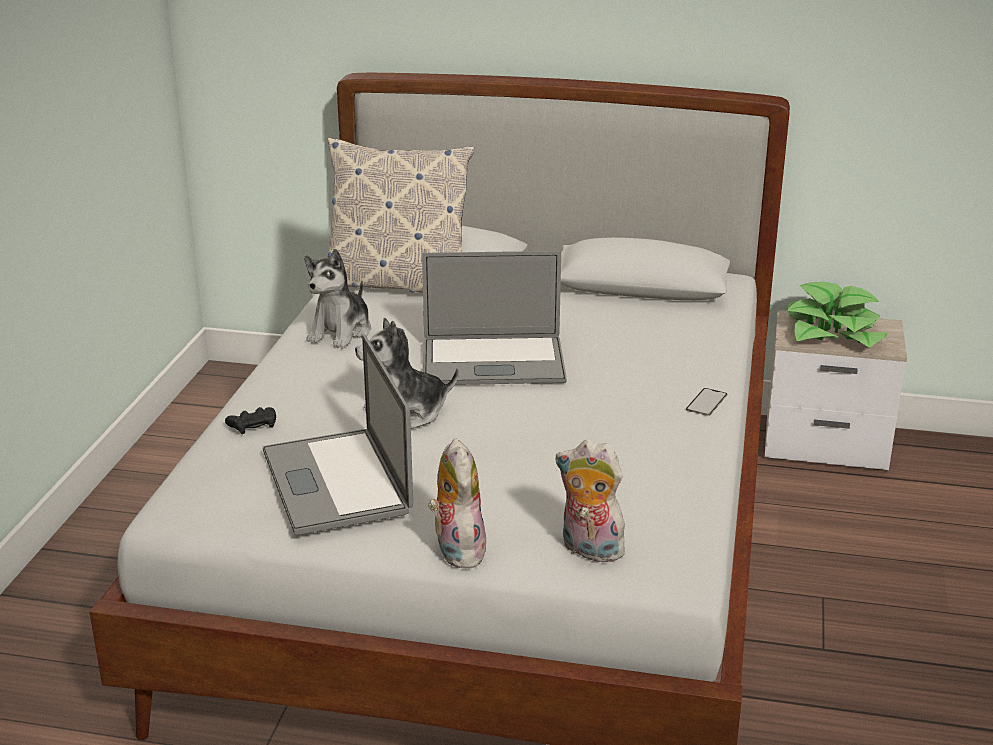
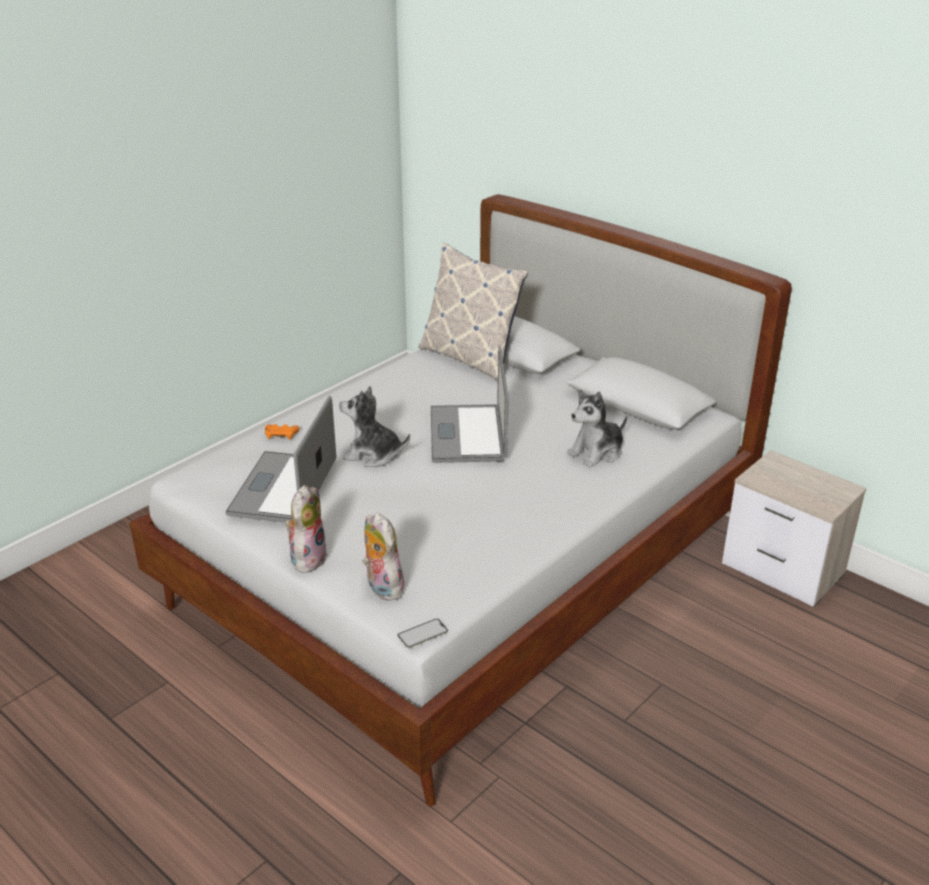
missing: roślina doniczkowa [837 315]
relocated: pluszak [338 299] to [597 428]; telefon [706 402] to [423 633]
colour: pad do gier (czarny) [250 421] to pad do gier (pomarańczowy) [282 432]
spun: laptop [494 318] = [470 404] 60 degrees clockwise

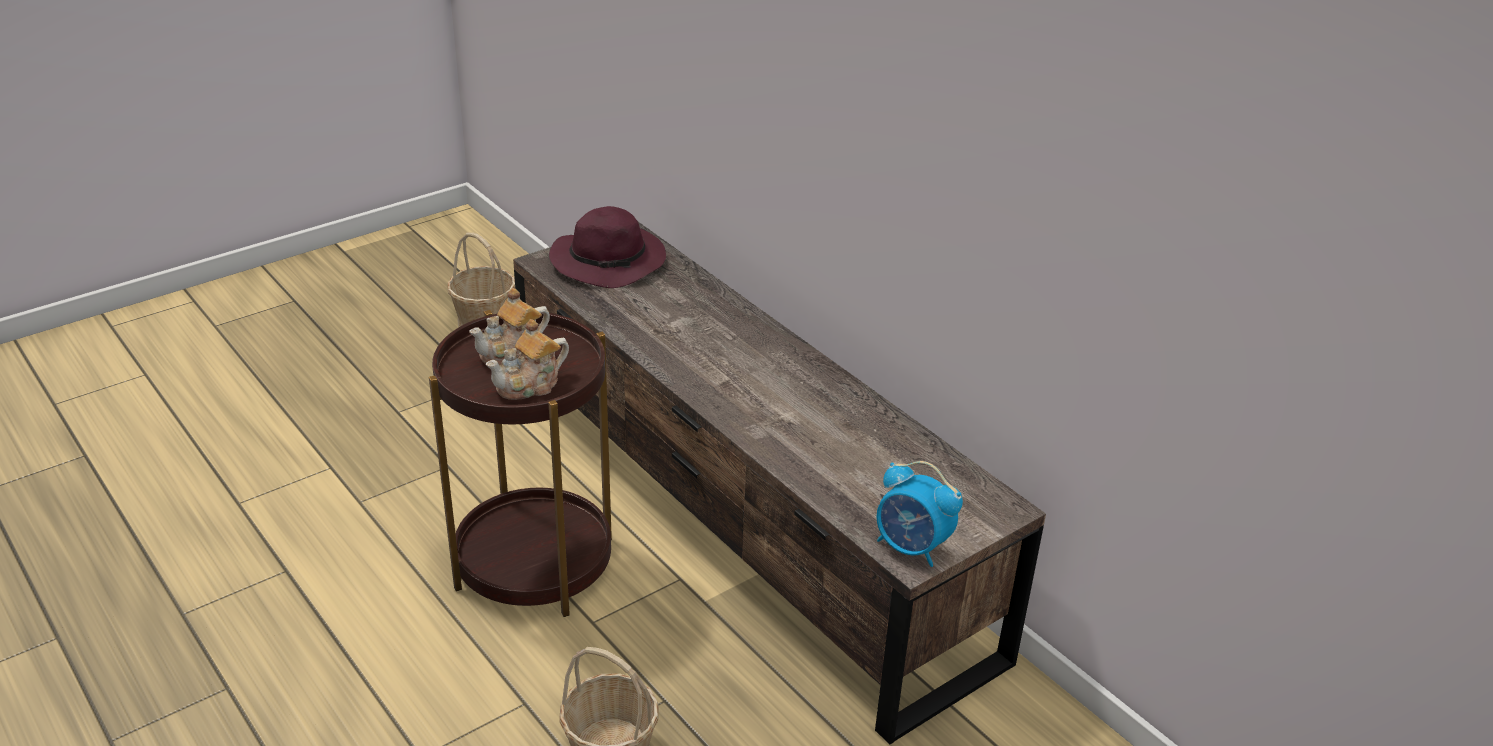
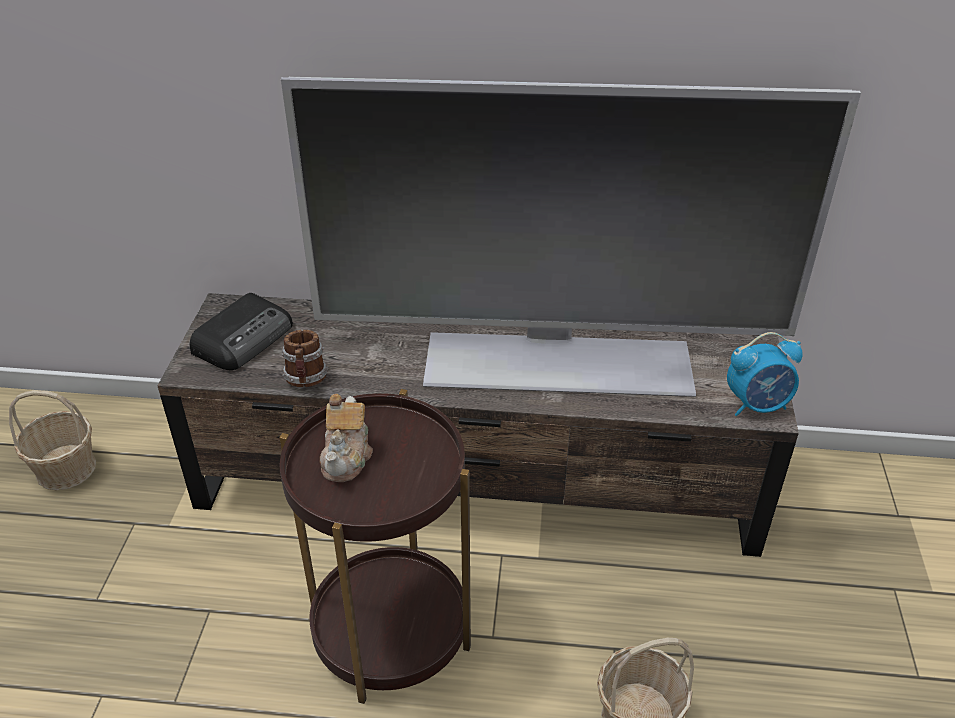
missing: imbryk [527 359]
appeared: telewizor [571 237]; kubek [305 358]
exchanged: kapelusz (fioletowy) [607 247] to radio [241 331]

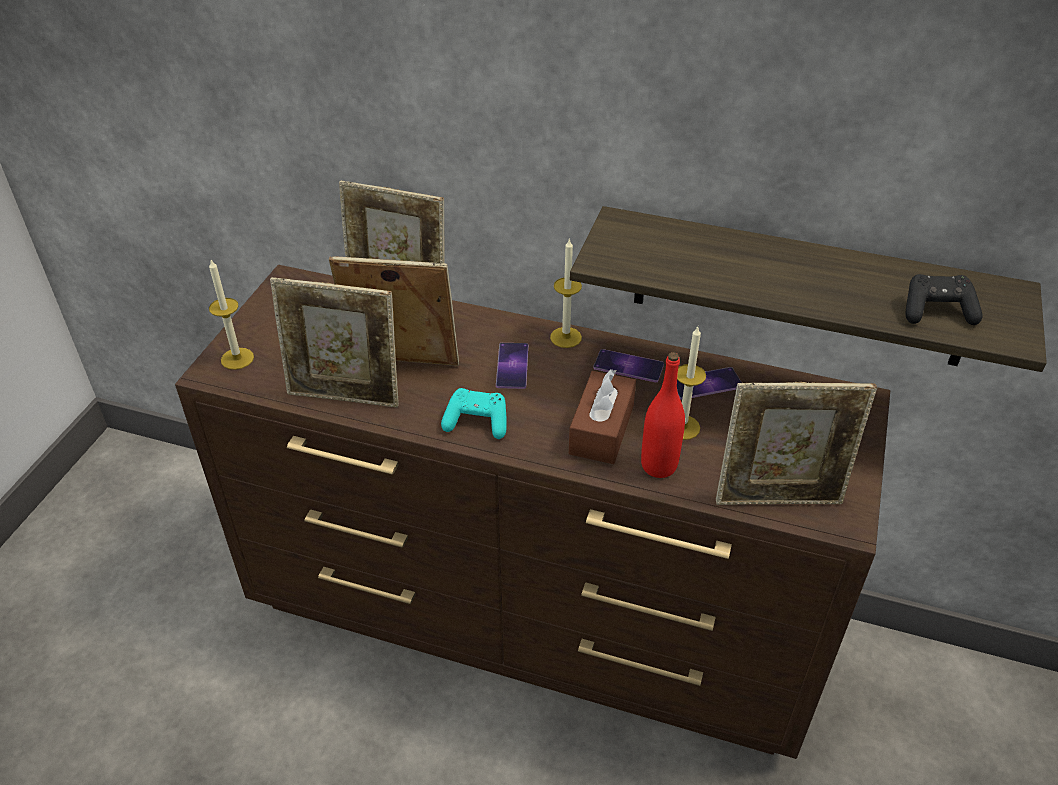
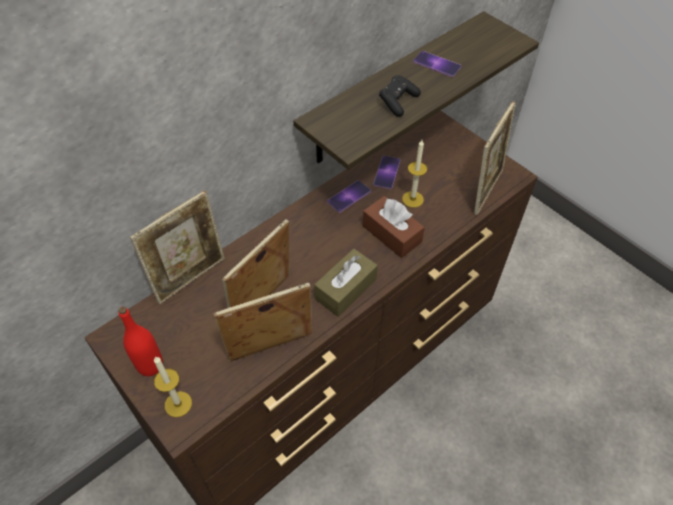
missing: świeca [566 293]
relocated: telefon [512 366] to [437 64]; butelka (czerwony) [663 415] to [140 341]; pad do gier (czarny) [944 299] to [400 96]
exchanged: pad do gier (turkusowy) [474 413] to pudełko chusteczek (brązowy) [346 283]
spun: ramka na zdjęcie [334 342] = [262 322] 150 degrees counterclockwise

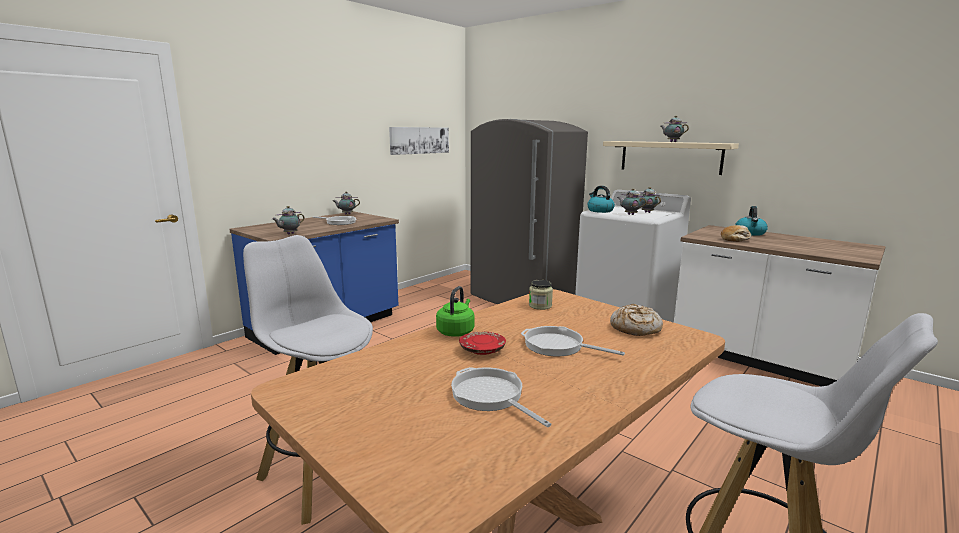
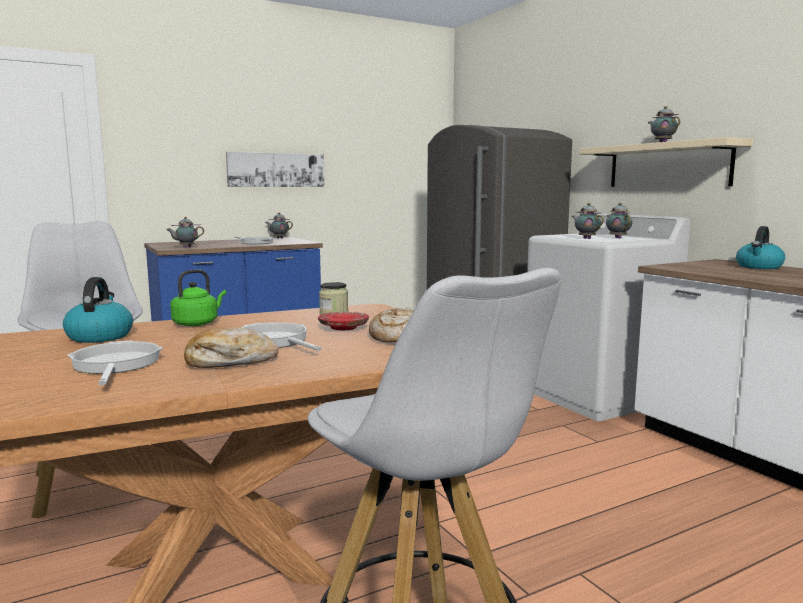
relocated: obraz [419 141] to [275 169]; talerz (czerwony) [482 343] to [343 321]; czajnik [601 199] to [98 310]; chleb [736 233] to [231 347]

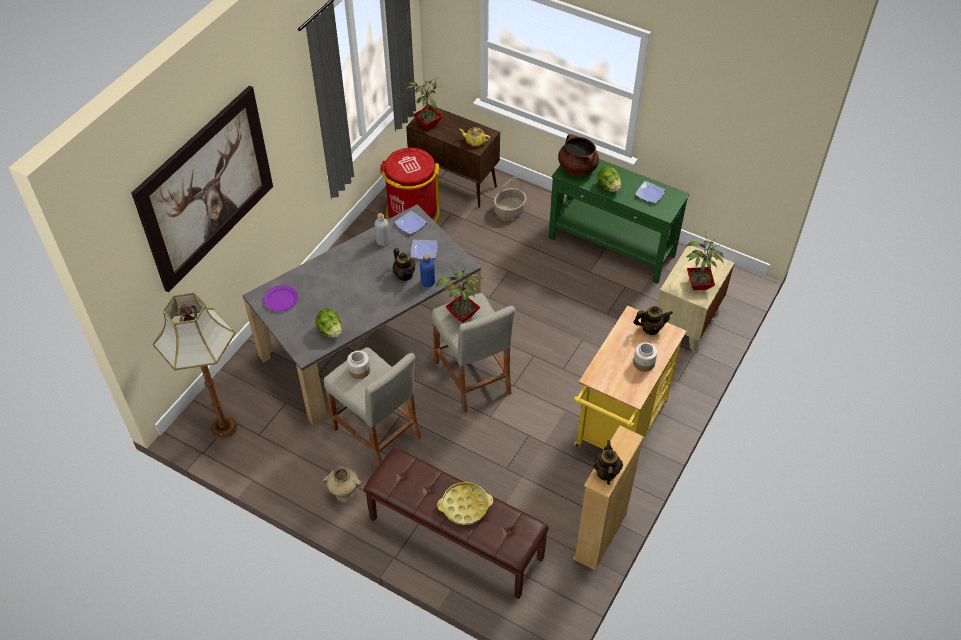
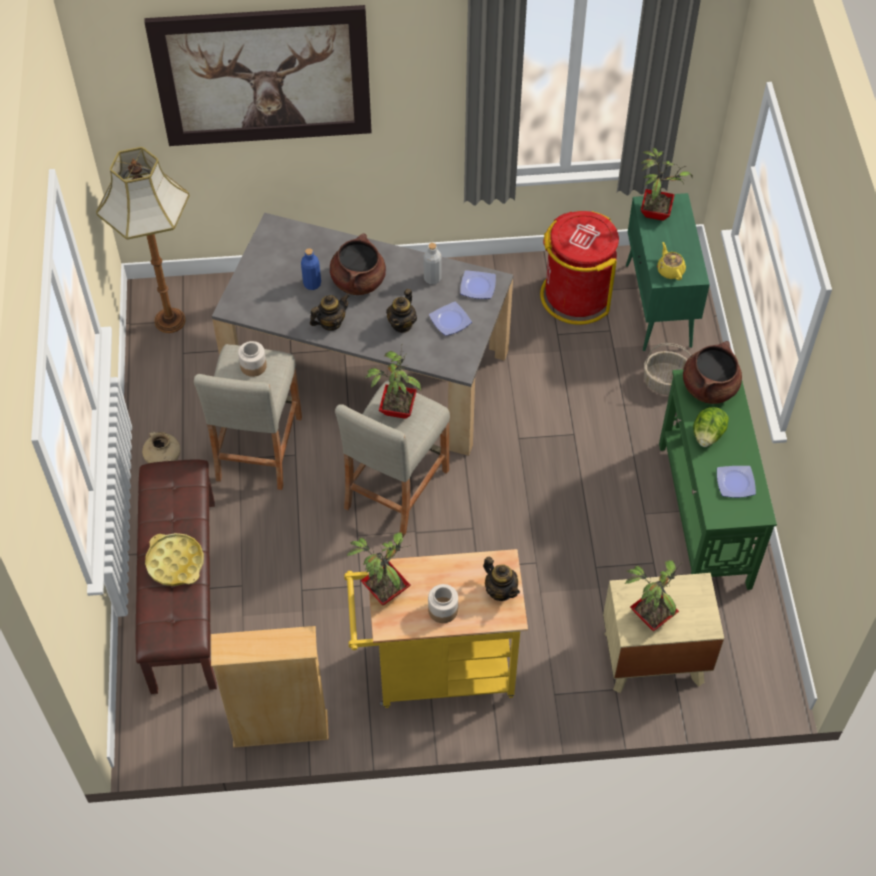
missing: talerz (fioletowy) [281 298]; sałata [328 323]
appeared: garnek (brązowy) [358 264]; roślina doniczkowa [379 569]
relocated: butelka (niebieski) [427 270] to [311 269]; imbryk [608 462] to [330 312]
colour: szafka (brązowy) [453 156] to szafka (zielony) [668 272]

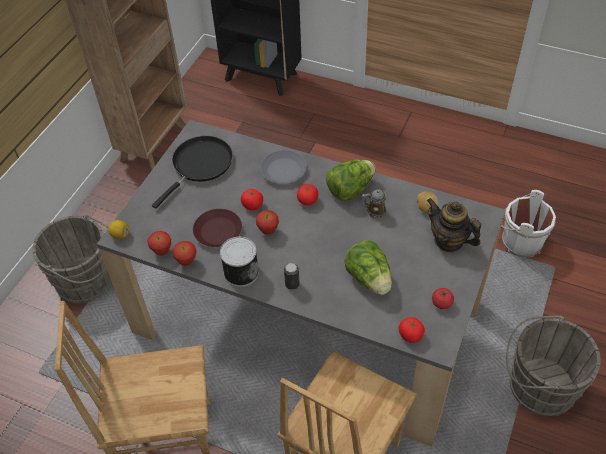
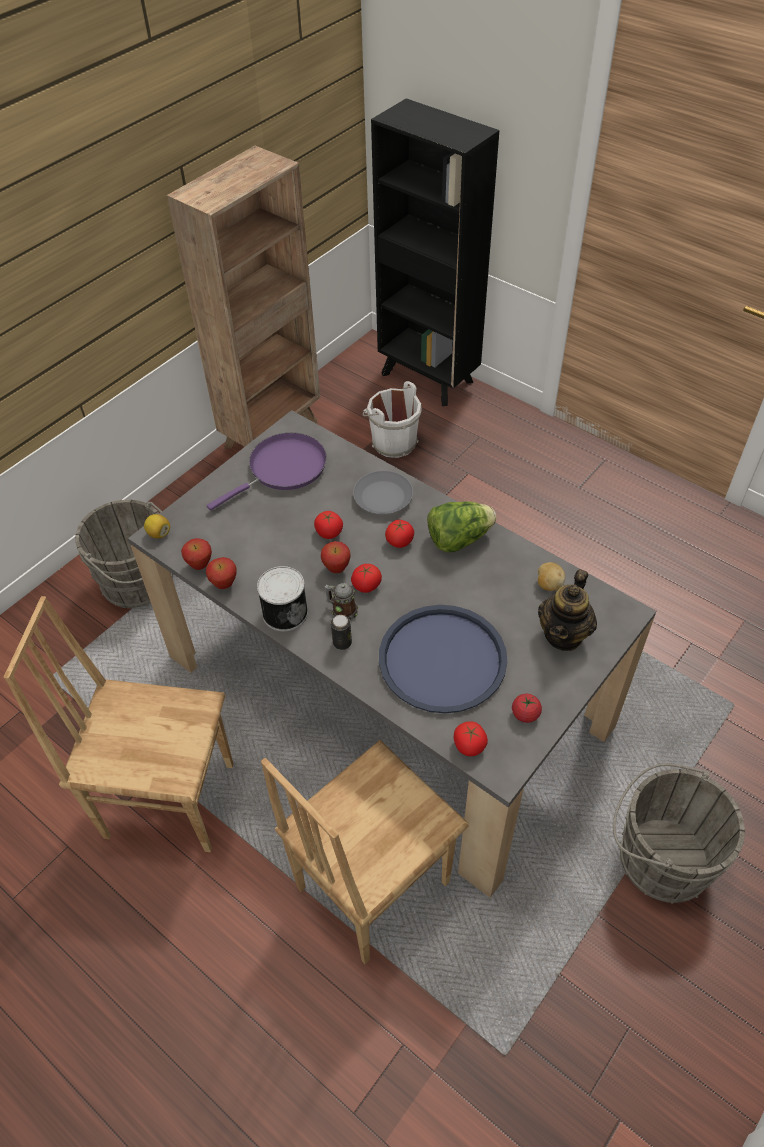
missing: talerz (brązowy) [217 228]
appeared: pomidor [366 578]
relocated: kubek [374 204] to [342 602]; wiadro (biały) [528 224] to [392 419]
exchanged: sałata [368 267] to taca (niebieski) [443 659]
colour: patelnia (czarny) [192 172] to patelnia (fioletowy) [267 472]
spun: imbryk [454 225] = [567 610] 120 degrees counterclockwise

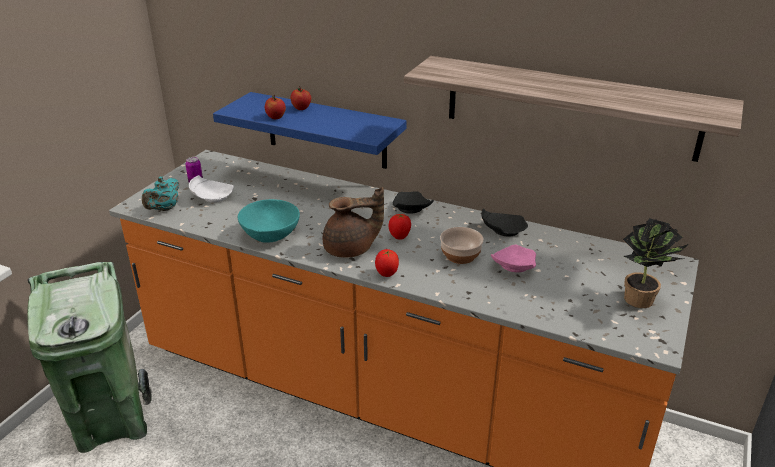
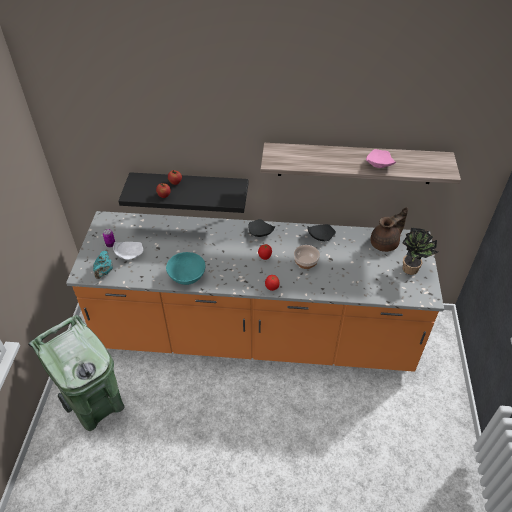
relocated: imbryk (brązowy) [353 222] to [389 229]; talerz (różowy) [513 258] to [381 158]
colour: półka (niebieski) [310 130] to półka (czarny) [183 192]

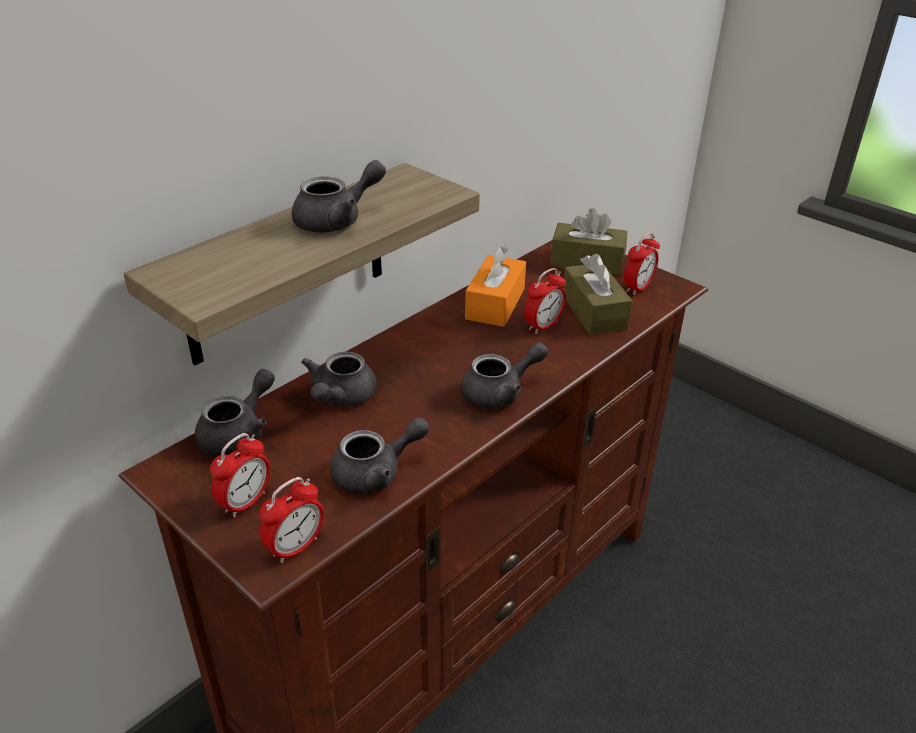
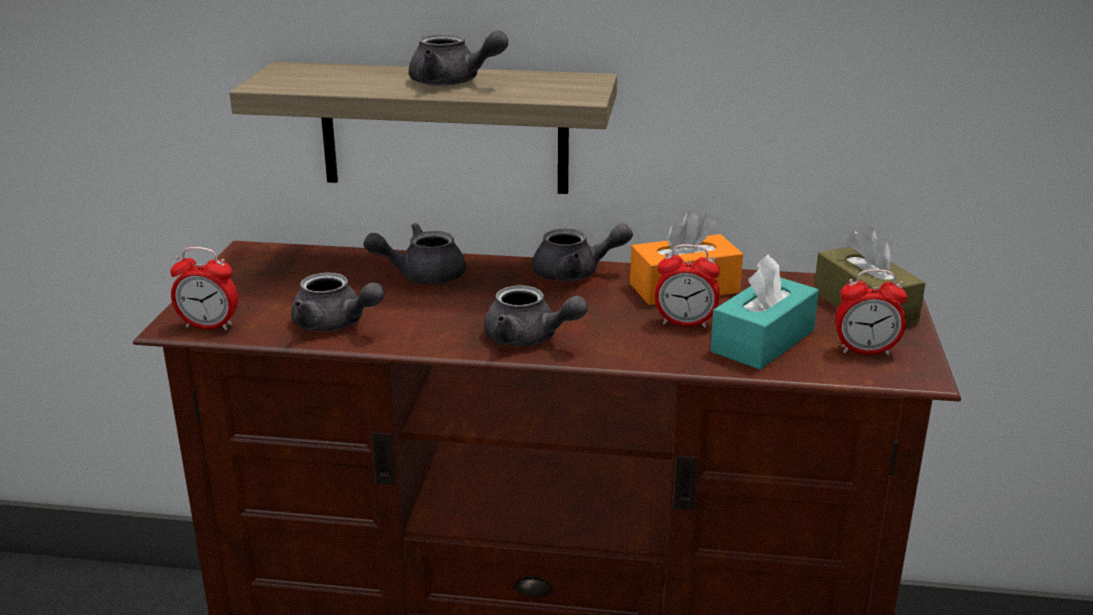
missing: budzik [240 475]
relocated: imbryk (szary) [235 412] to [582 252]
colour: pudełko chusteczek (brązowy) [598 294] to pudełko chusteczek (turkusowy) [764 312]

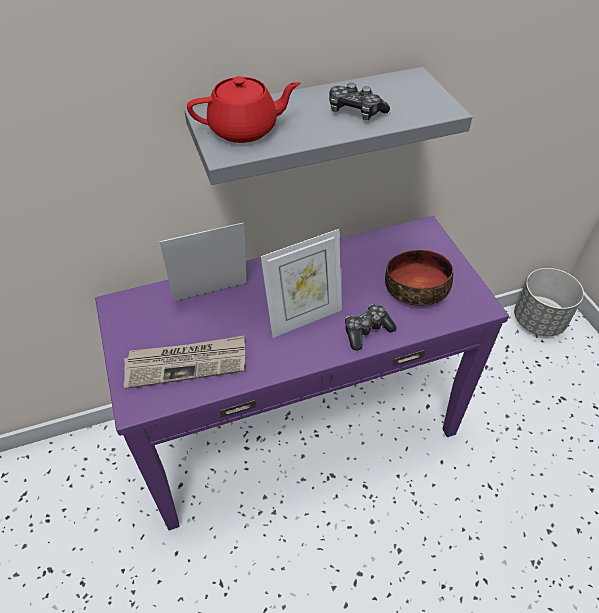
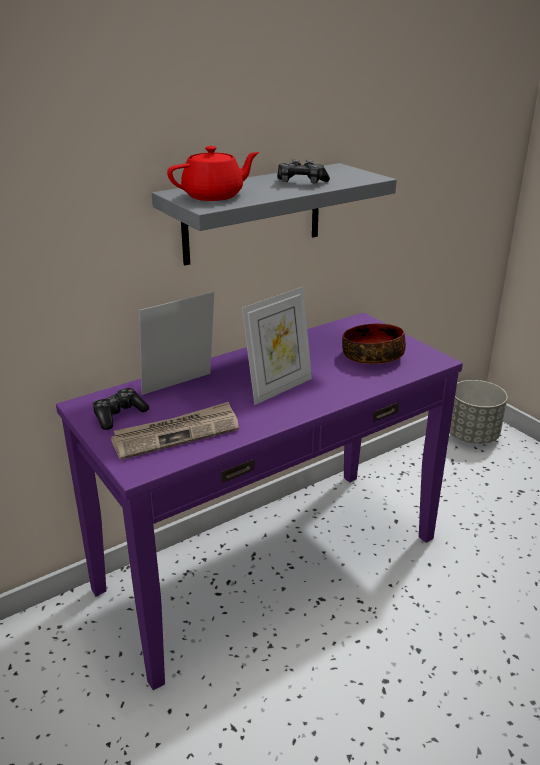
relocated: pad do gier [370 327] to [121 409]

